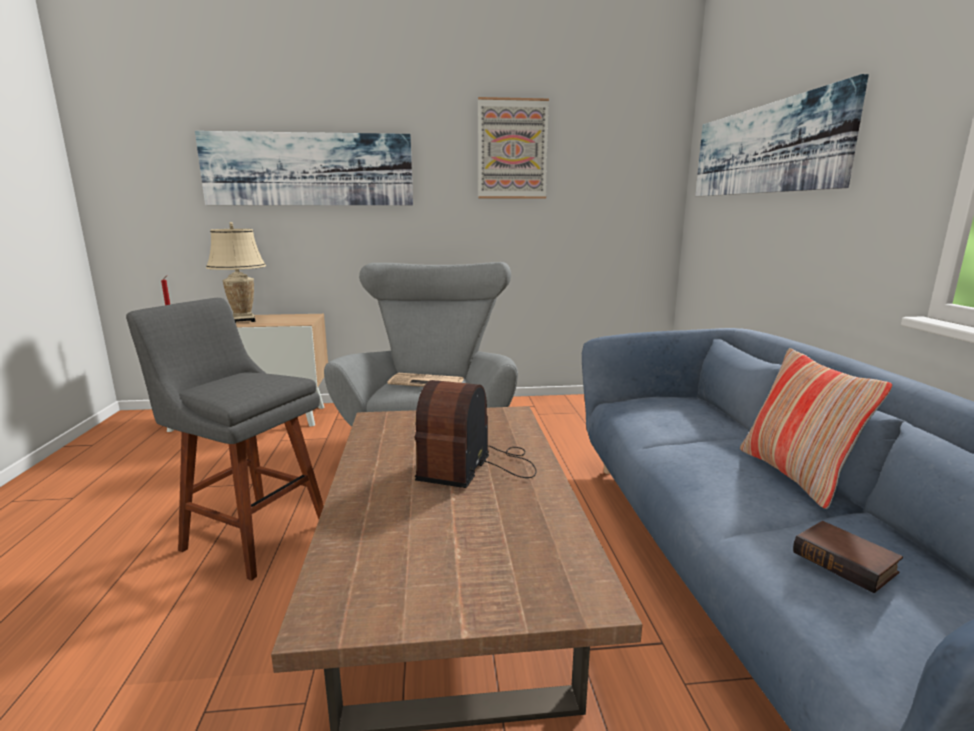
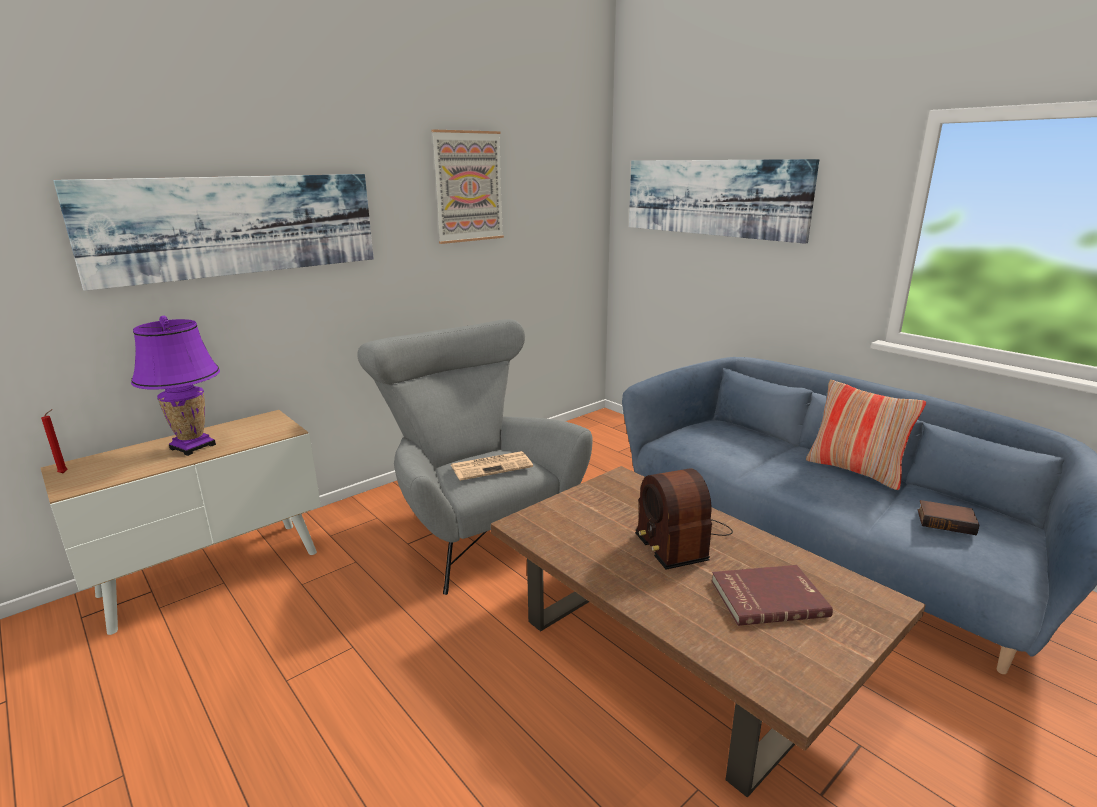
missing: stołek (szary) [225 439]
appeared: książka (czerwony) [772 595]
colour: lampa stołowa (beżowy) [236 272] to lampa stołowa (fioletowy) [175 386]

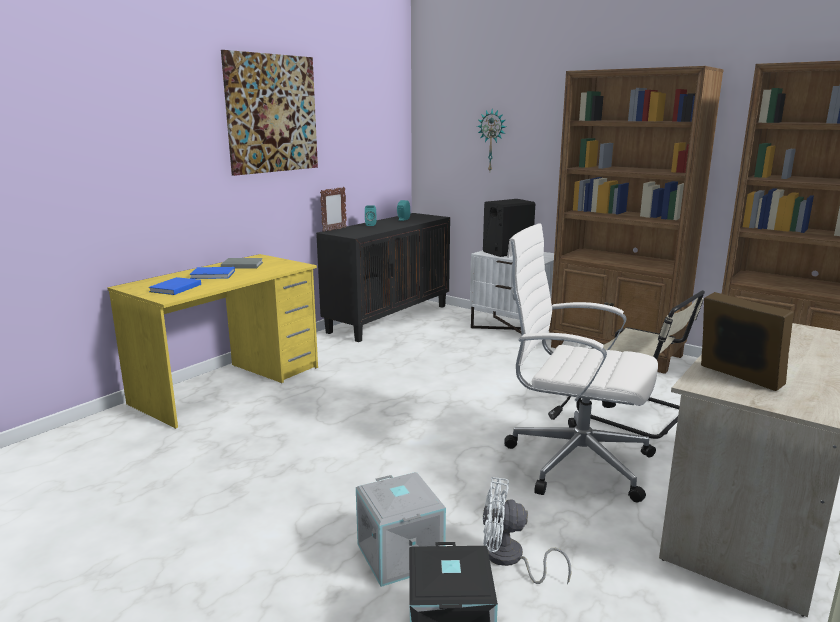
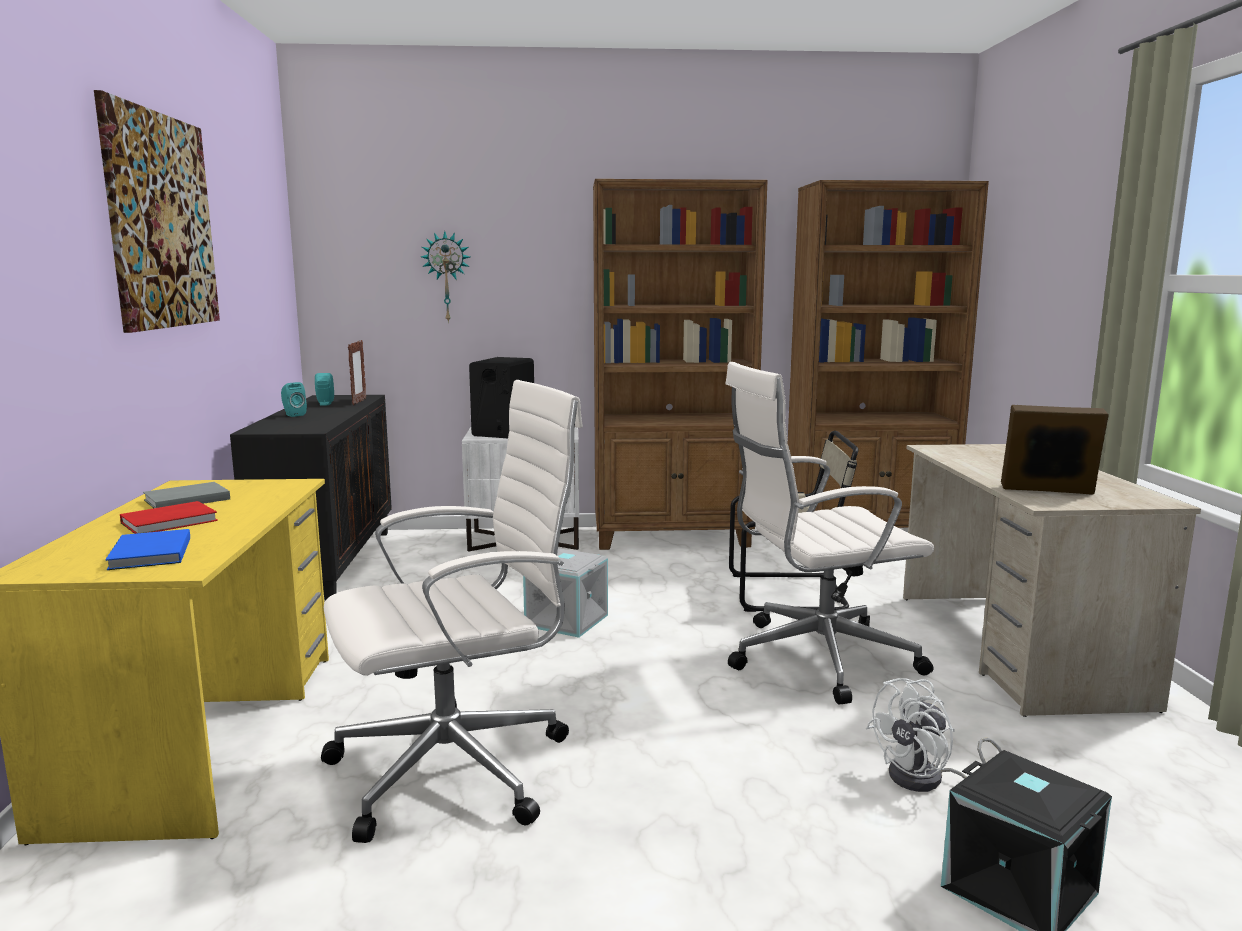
appeared: krzesło biurowe (biały) [452 611]
relocated: ramka na zdjęcie [333 209] to [357 372]; pojemnik do przechowywania (szary) [401 529] to [565 593]
colour: książka (niebieski) [212 273] to książka (czerwony) [169 517]

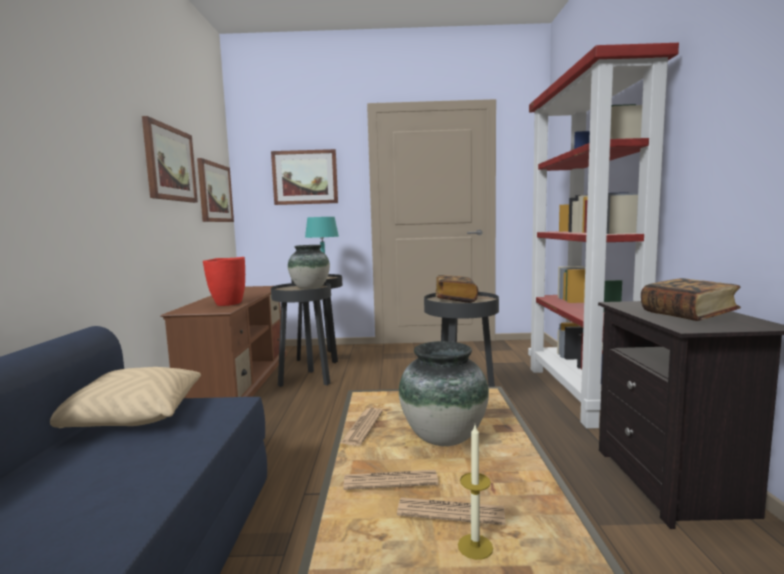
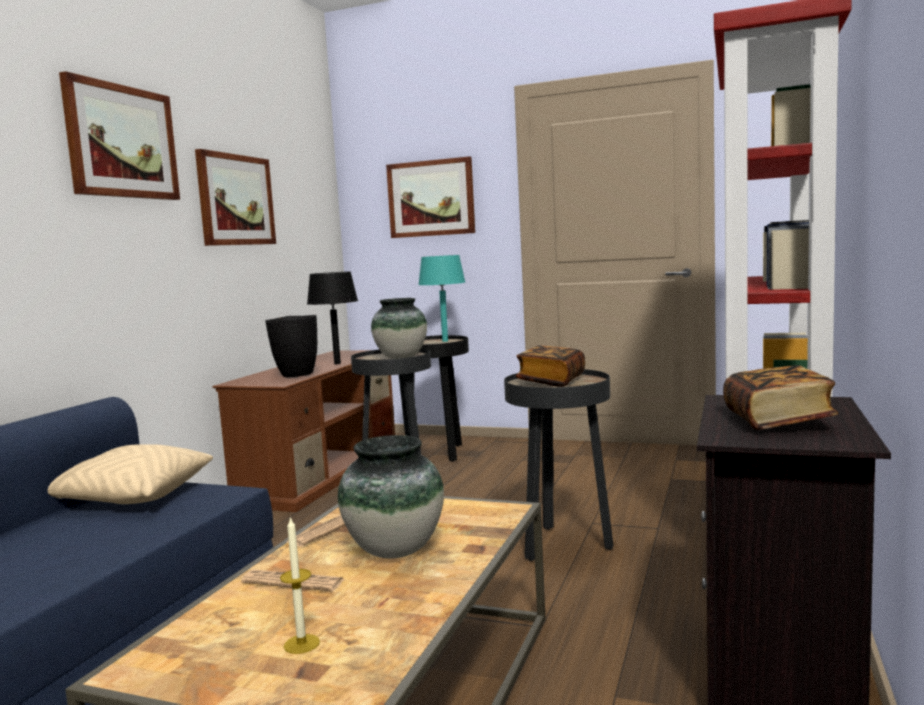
missing: gazeta [451 511]
appeared: lampa stołowa (czarny) [332 318]
relocated: obraz [215 190] to [119 135]
colour: wazon (czerwony) [224 281] to wazon (czarny) [291 346]

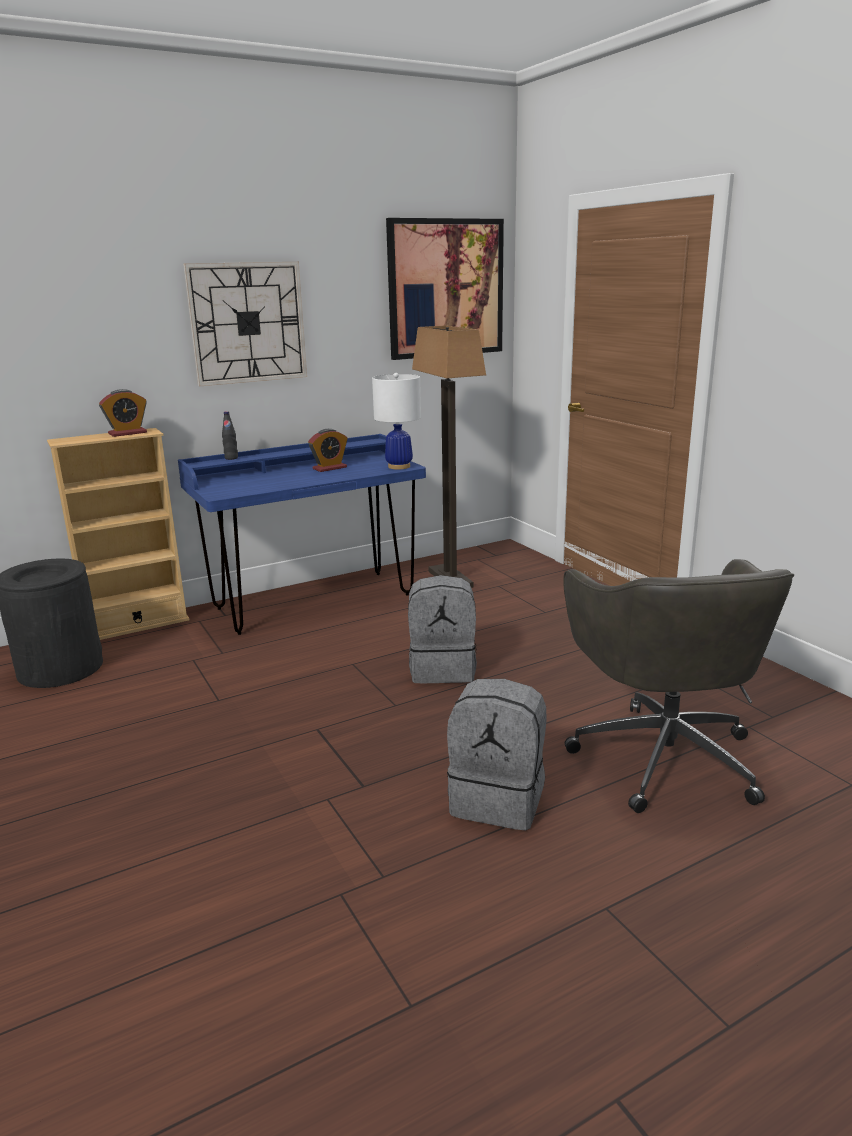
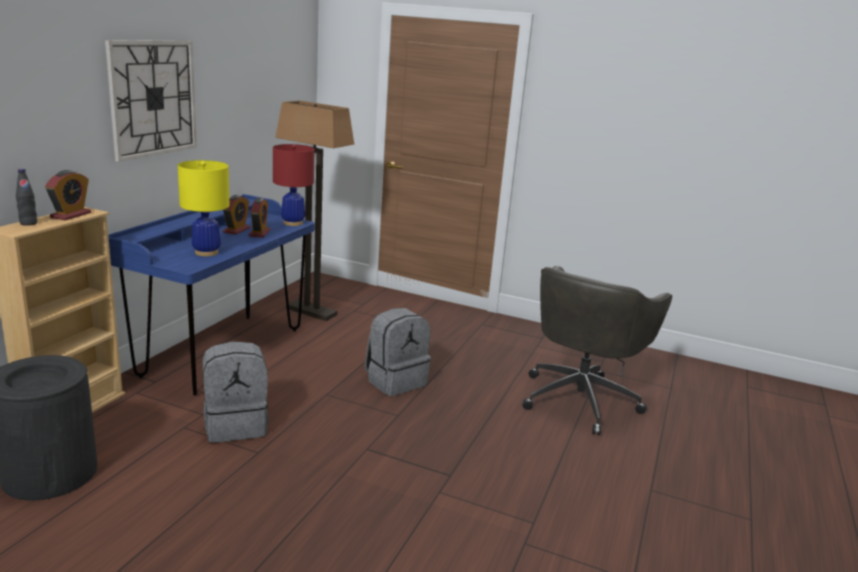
missing: obraz [445 289]
appeared: lampa stołowa (żółty) [204 208]; budzik [259 218]
relocated: butelka (czarny) [230 435] to [26 197]; plecak (szary) [496 754] to [236 392]
colour: lampa stołowa (biały) [396 421] to lampa stołowa (czerwony) [294 185]
spun: krzesło biurowe (szary) [678 686] = [597 350] 75 degrees clockwise

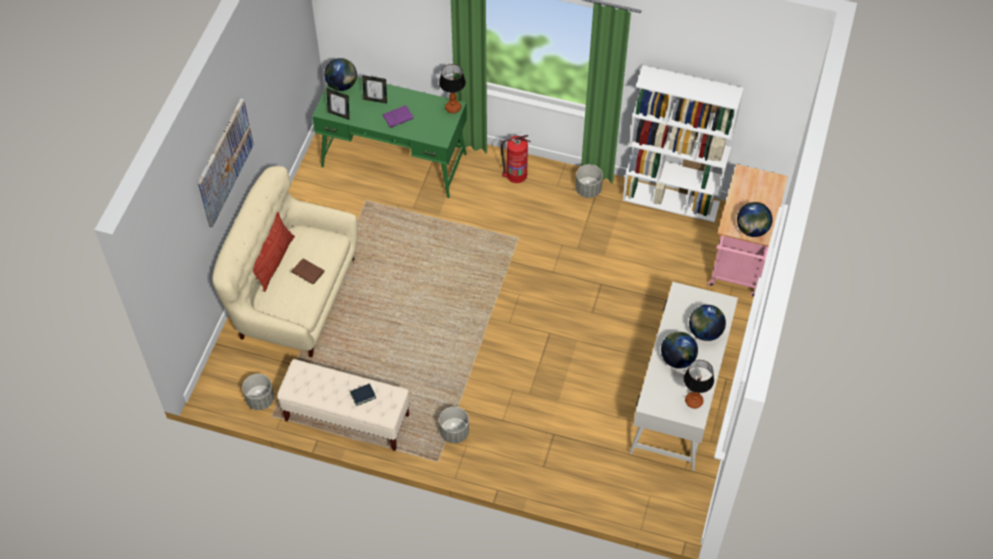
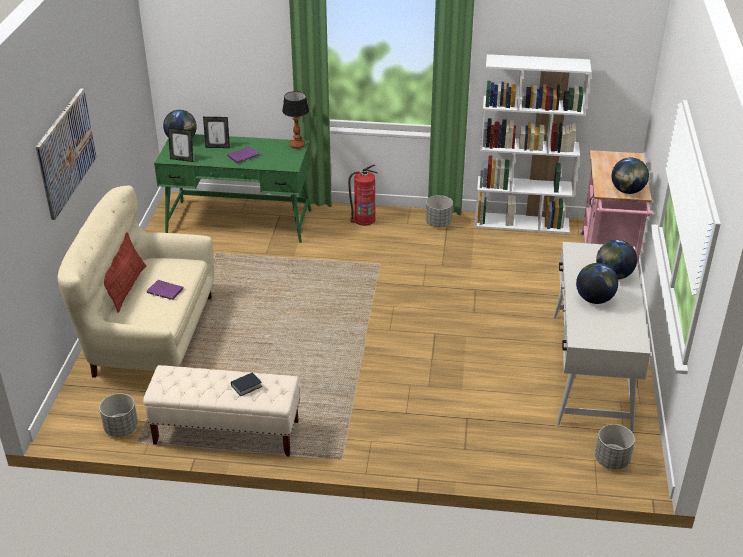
missing: lampa stołowa [699 384]
relocated: donica (szary) [454 425] to [615 446]
colour: książka (brązowy) [308 271] to książka (fioletowy) [165 290]

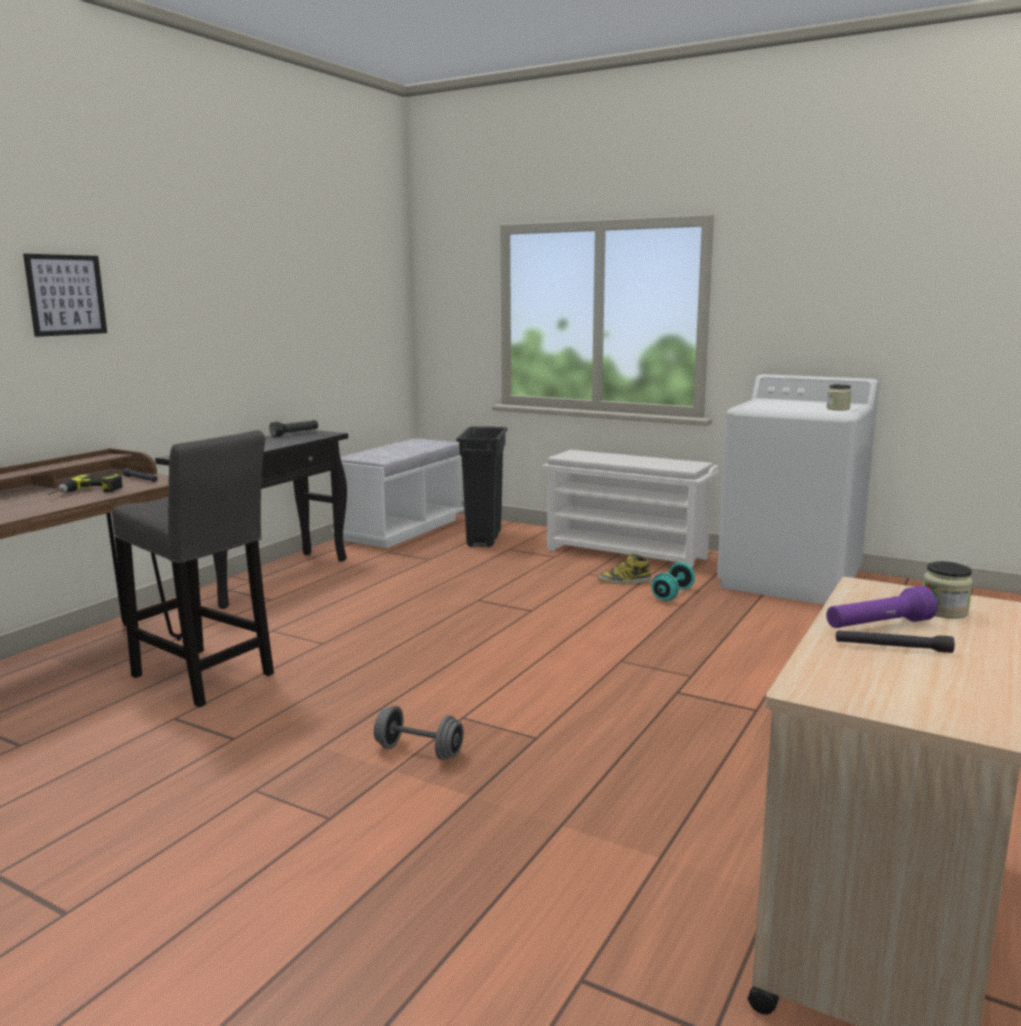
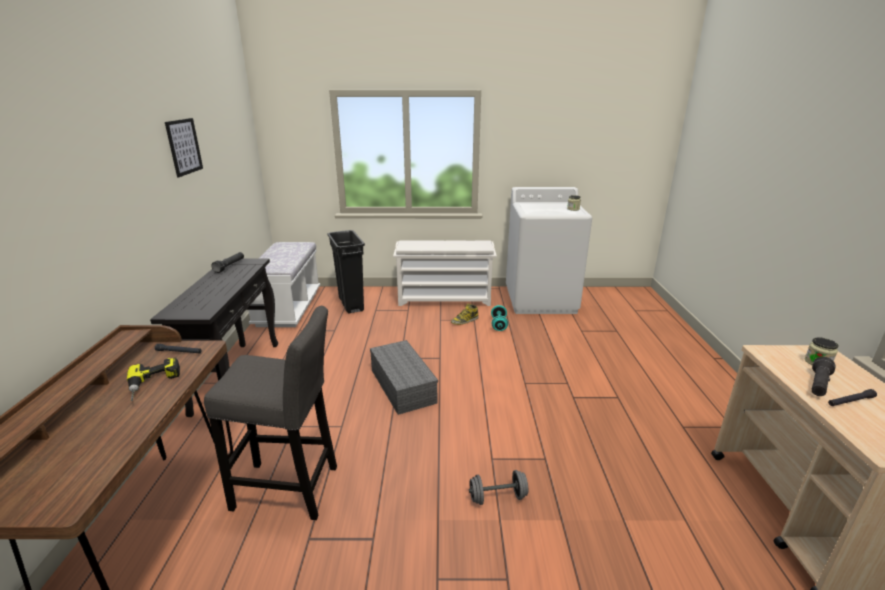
appeared: pojemnik do przechowywania (szary) [404 377]
relocated: obraz [65 295] to [184 147]
colour: latarka (fioletowy) [882 607] to latarka (czarny) [823 376]

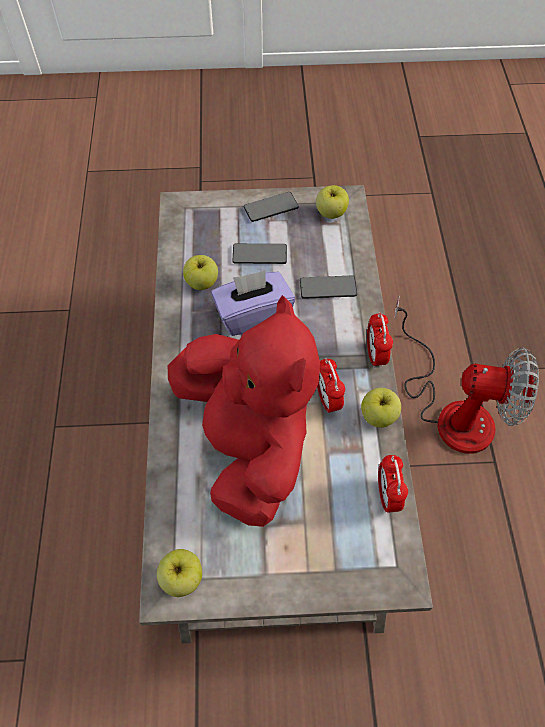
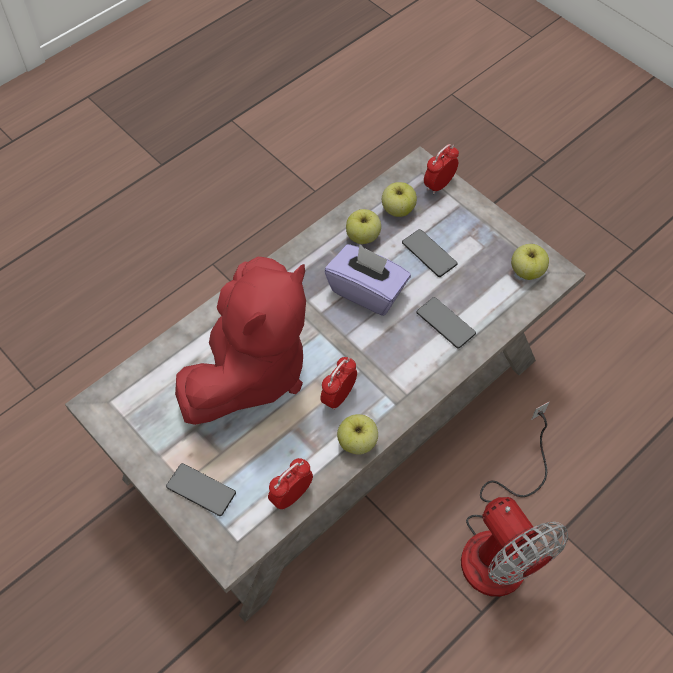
relocated: jabłko [179 573] to [399 199]; telefon [271 207] to [201 489]; budzik [380 340] to [441 169]

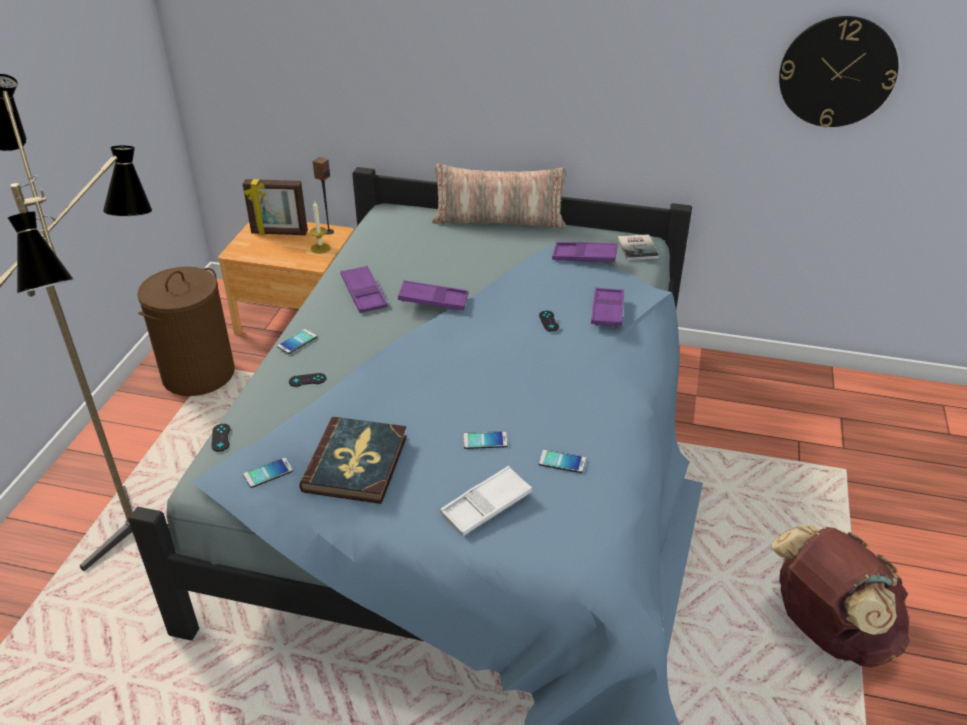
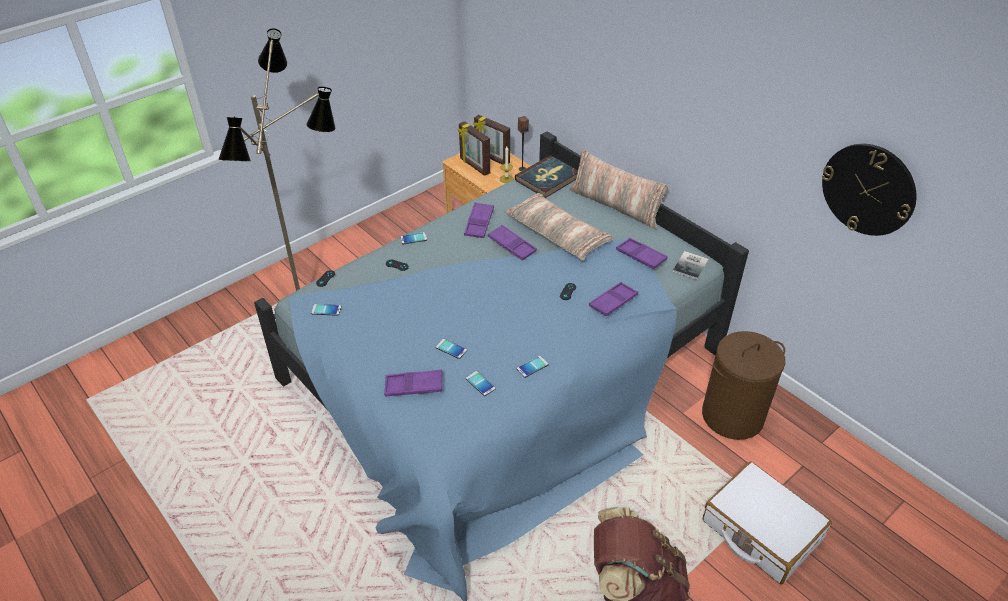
appeared: ramka na zdjęcie [474 148]; poduszka [558 227]; telefon [533 367]; walizka (biały) [767 522]
relocated: kosz na pranie (brązowy) [186 331] to [743 385]; książka [353 460] to [546 176]
colour: taca (biały) [486 501] to taca (fioletowy) [413 383]

